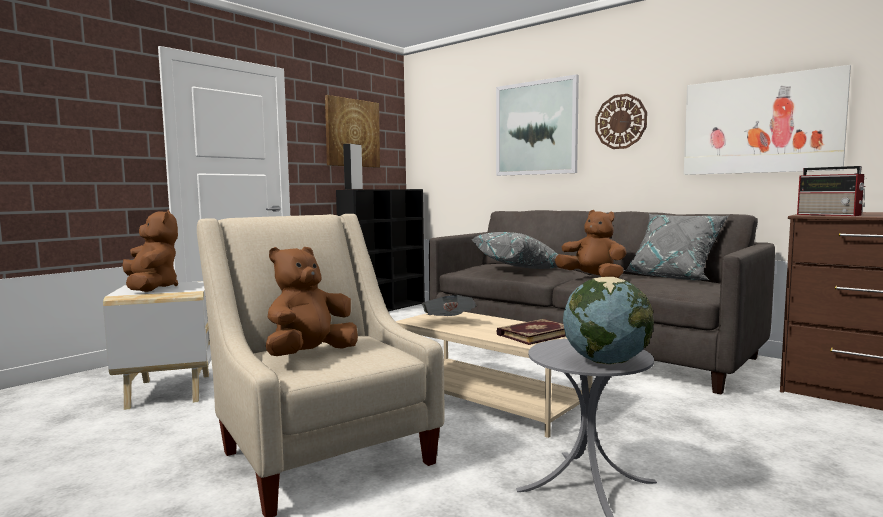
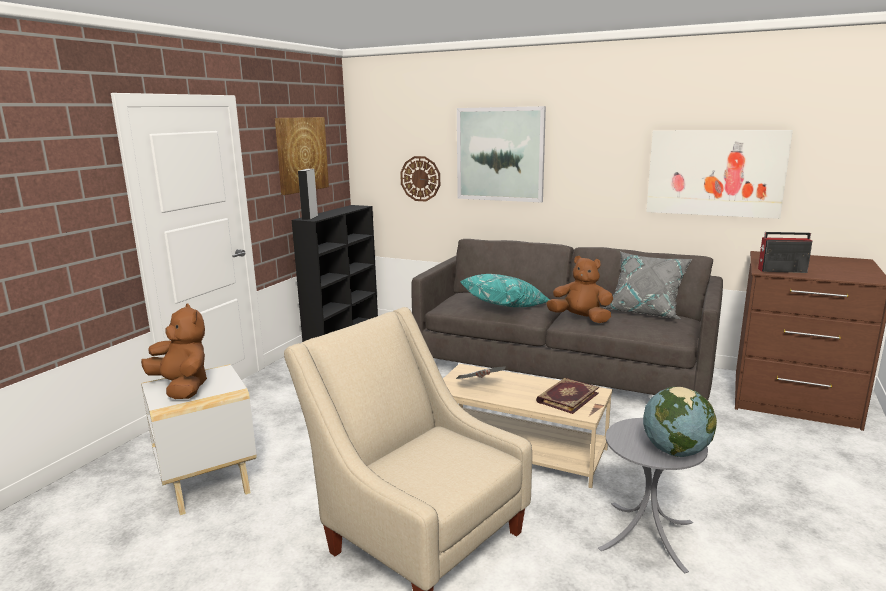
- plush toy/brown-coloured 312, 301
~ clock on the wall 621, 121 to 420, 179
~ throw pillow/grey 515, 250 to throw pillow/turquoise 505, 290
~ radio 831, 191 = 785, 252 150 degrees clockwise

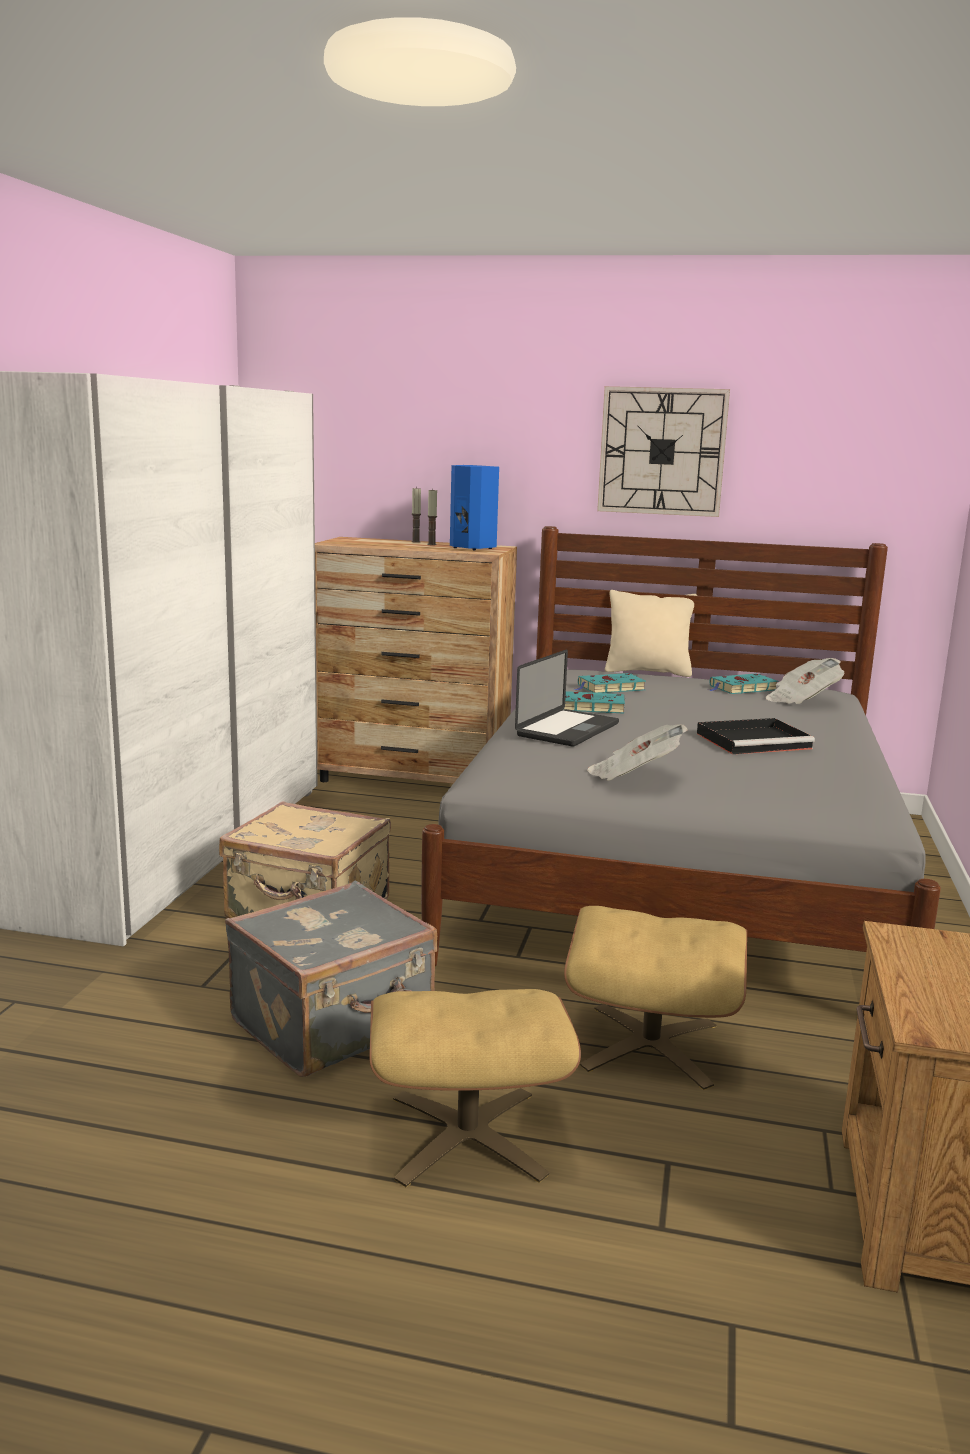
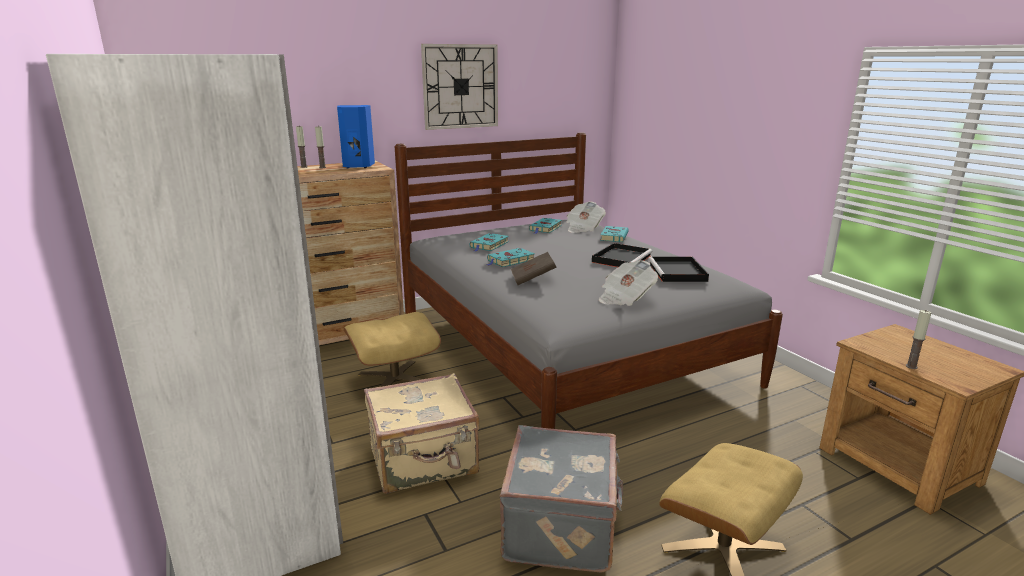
- throw pillow/sand-coloured 651, 633
+ volume/turquoise 614, 234
+ tray/black 679, 269
+ wax light 918, 339
~ pouffe/sand-coloured 655, 998 to 392, 349
~ laptop 567, 698 to volume/brown-coloured 534, 268

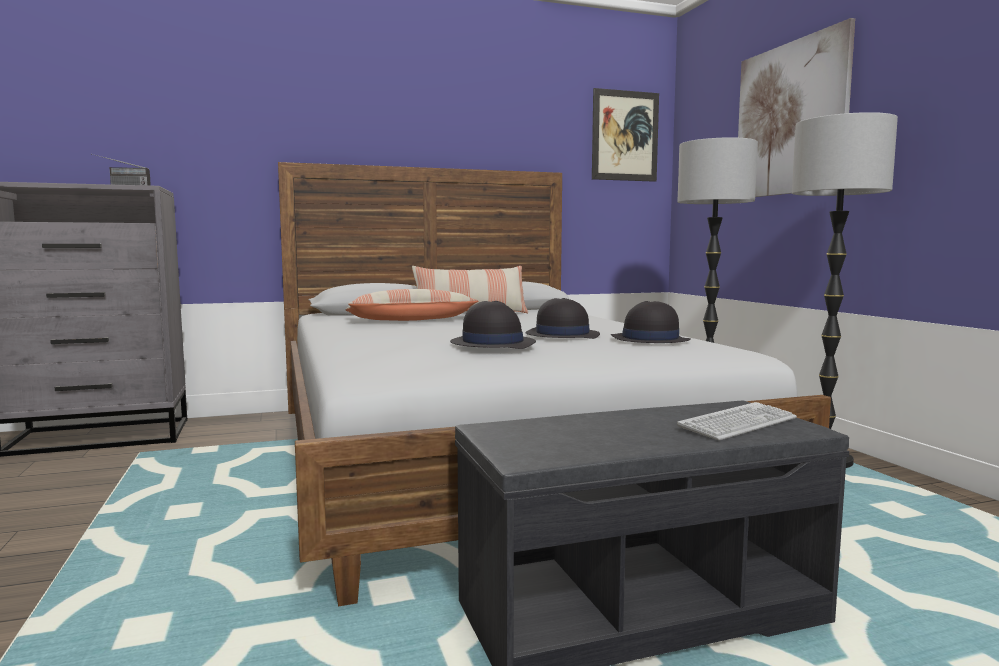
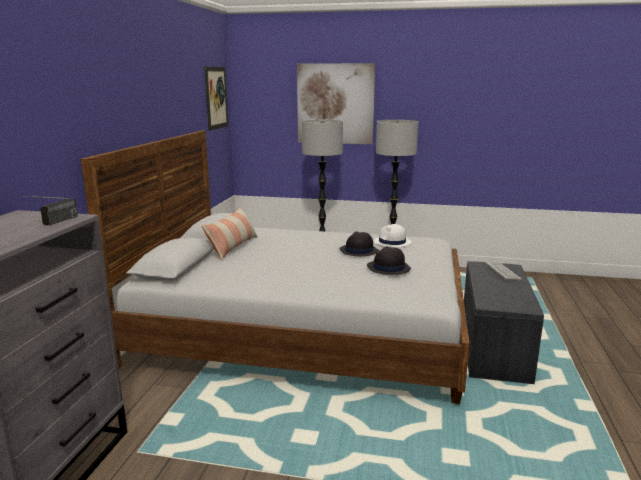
- throw pillow 411, 305
~ wearable hat/black 651, 322 to wearable hat/white-coloured 392, 235

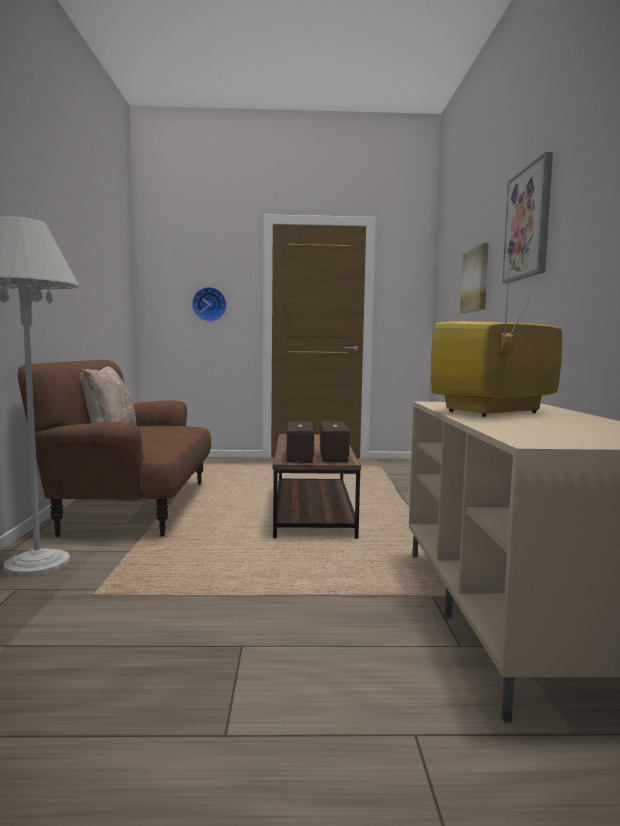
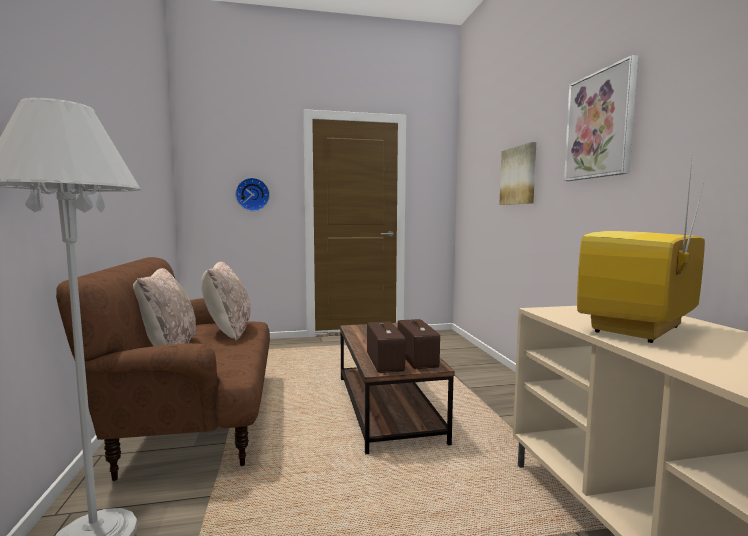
+ throw pillow/sand-coloured 226, 301

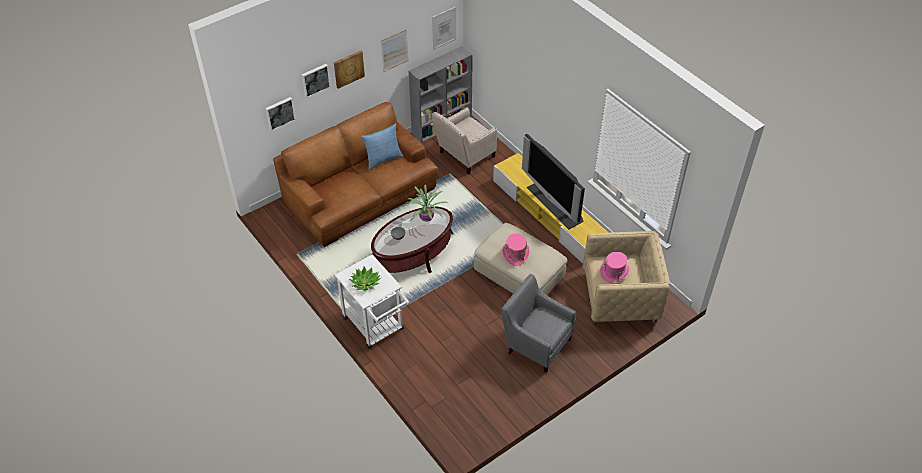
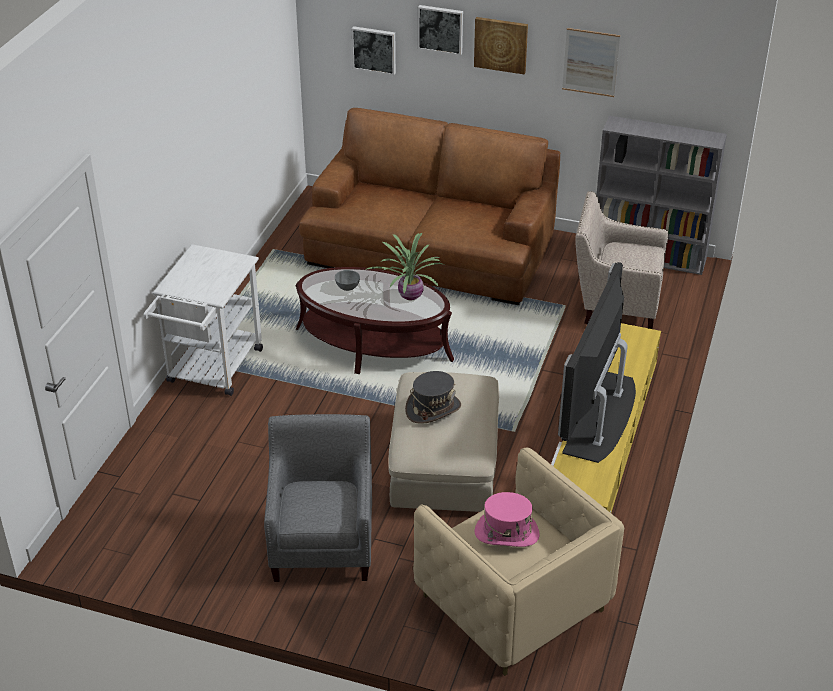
- potted plant 365, 278
- throw pillow 382, 146
- picture 444, 28
~ wearable hat/pink-coloured 516, 249 to wearable hat/grey 433, 397

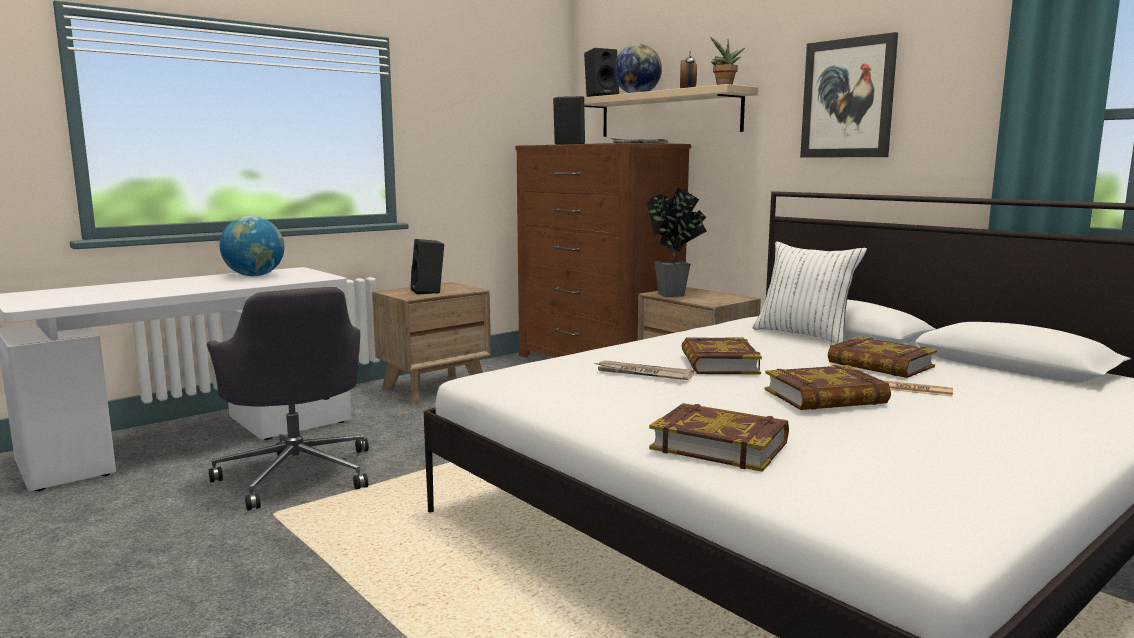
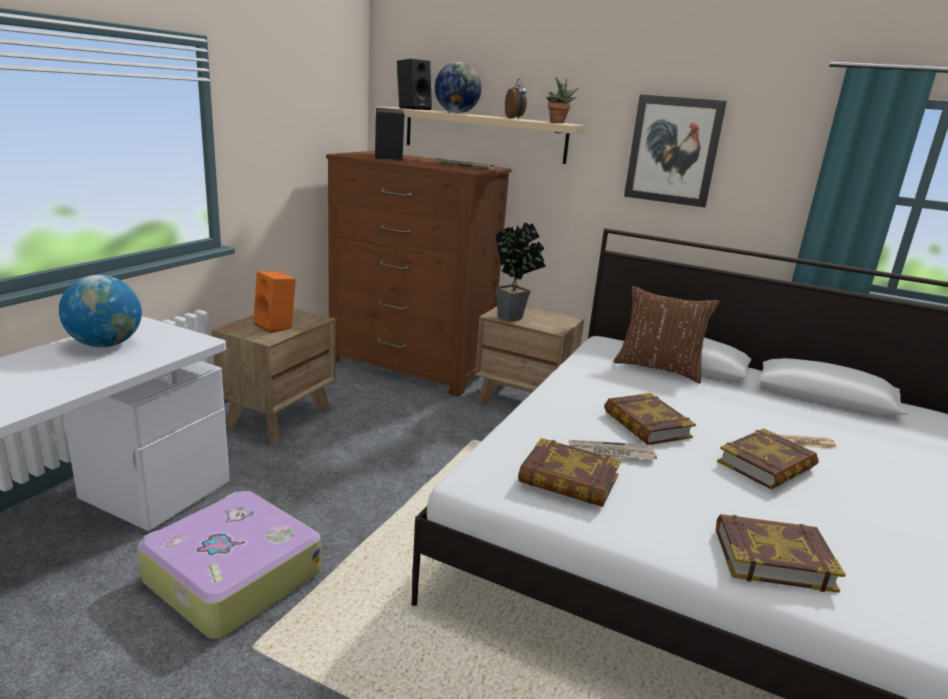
~ volume 882, 357 to 569, 472
~ office chair/grey 288, 399 to suitcase 229, 565
~ audio speaker/black 427, 267 to audio speaker/orangey 274, 302
~ throw pillow/white-coloured 809, 293 to throw pillow/brown-coloured 667, 335

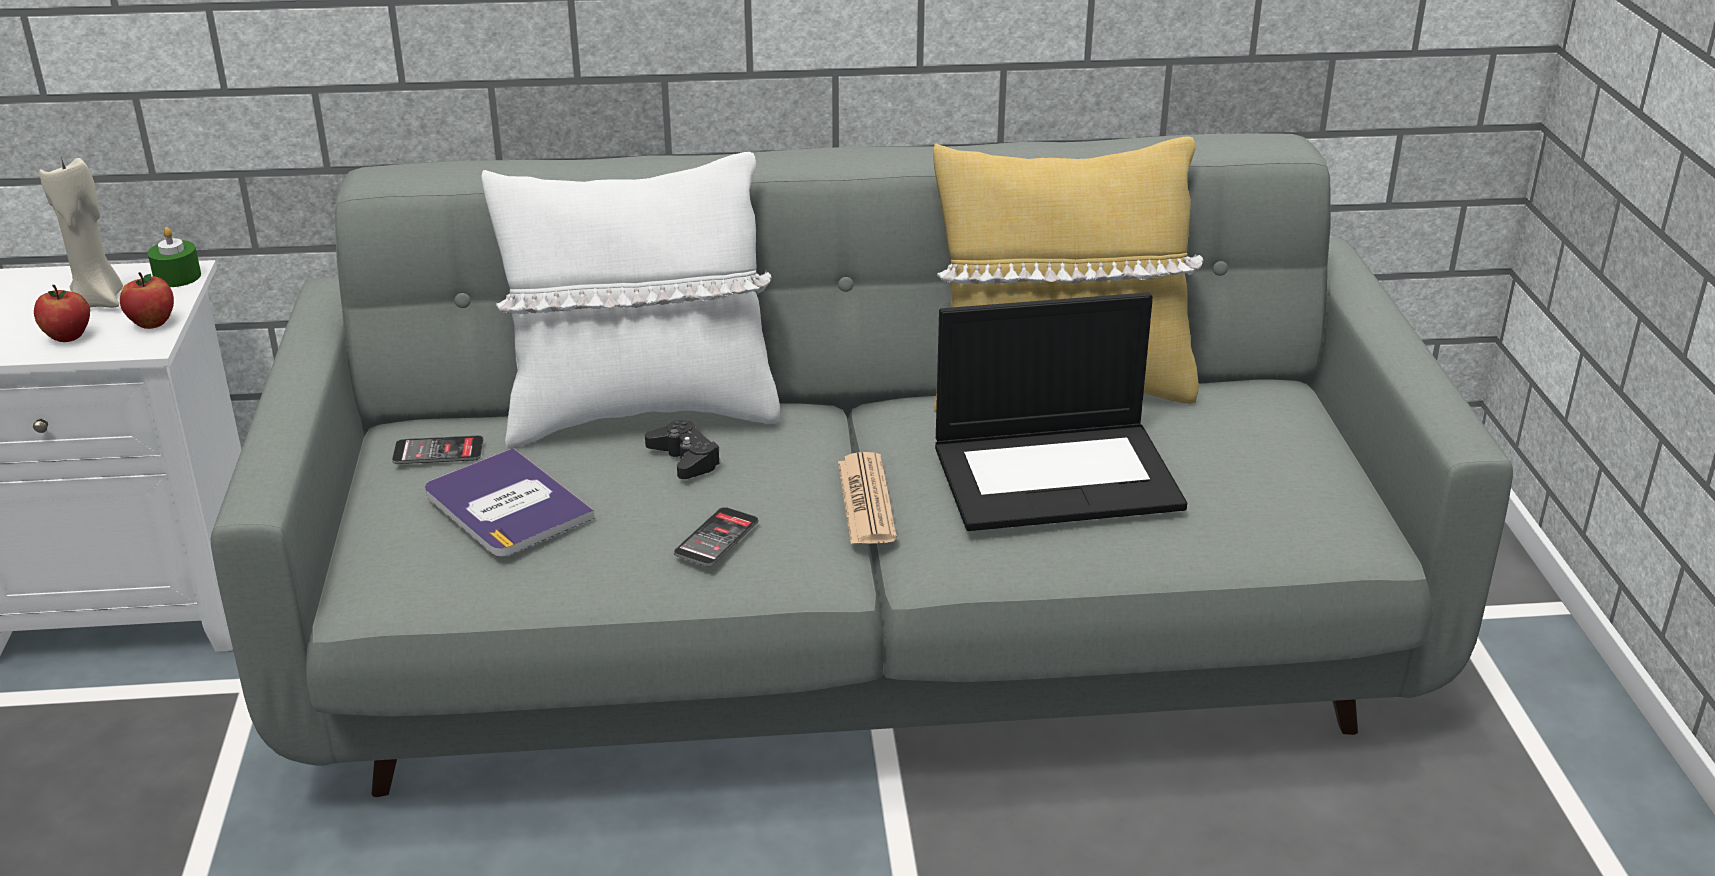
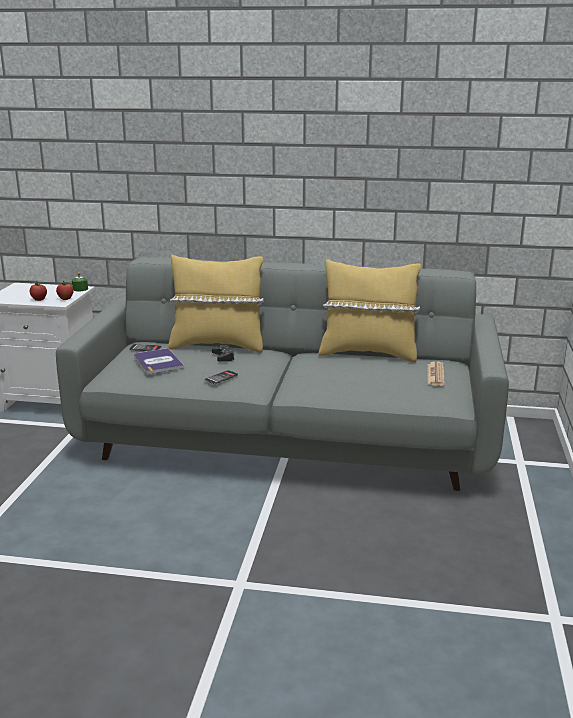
- wax light/sand-coloured 81, 232
- laptop 1061, 411
~ printed paper 867, 498 to 436, 373
~ throw pillow/white-coloured 630, 299 to throw pillow/yellow 216, 304

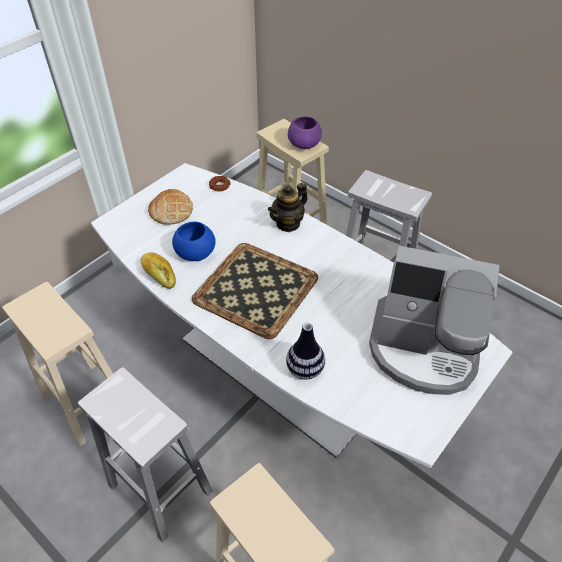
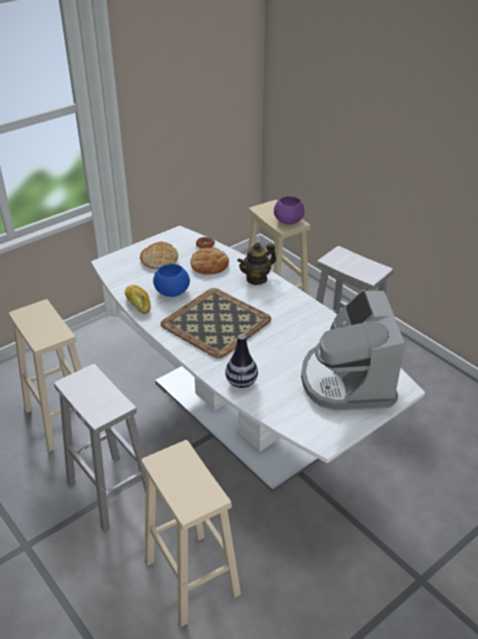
+ bread 209, 261
~ coffee machine 434, 320 = 353, 350 60 degrees clockwise

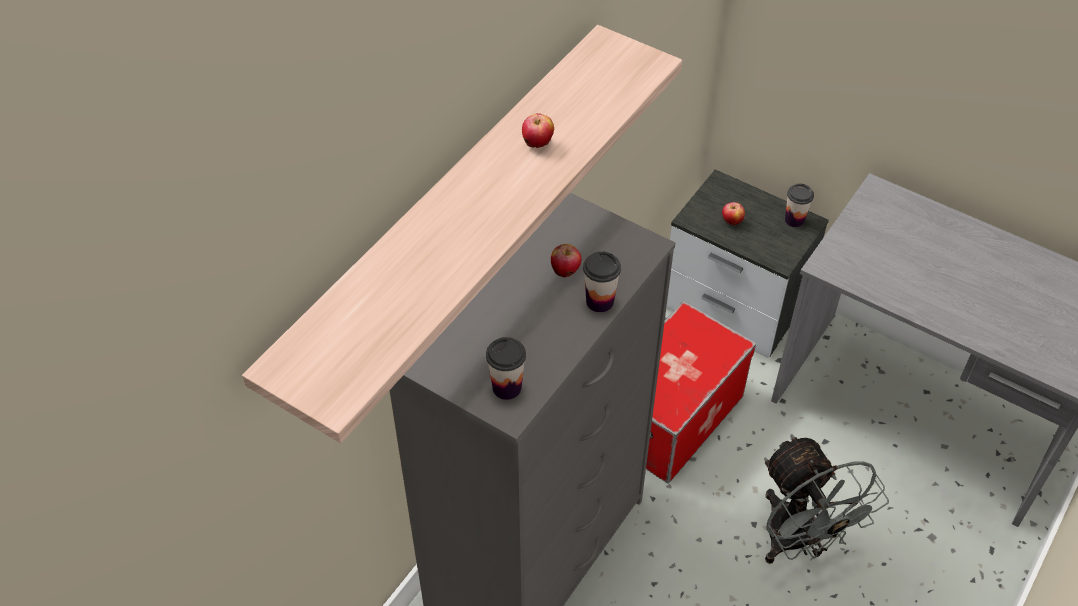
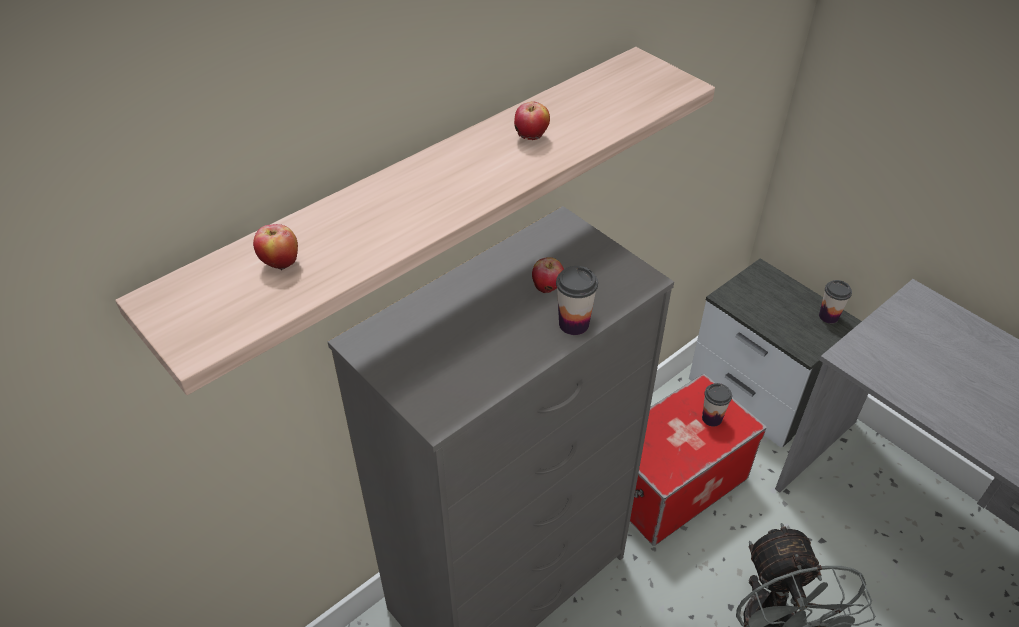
~ drinking cup 506, 368 to 717, 405
~ apple 733, 213 to 275, 247

